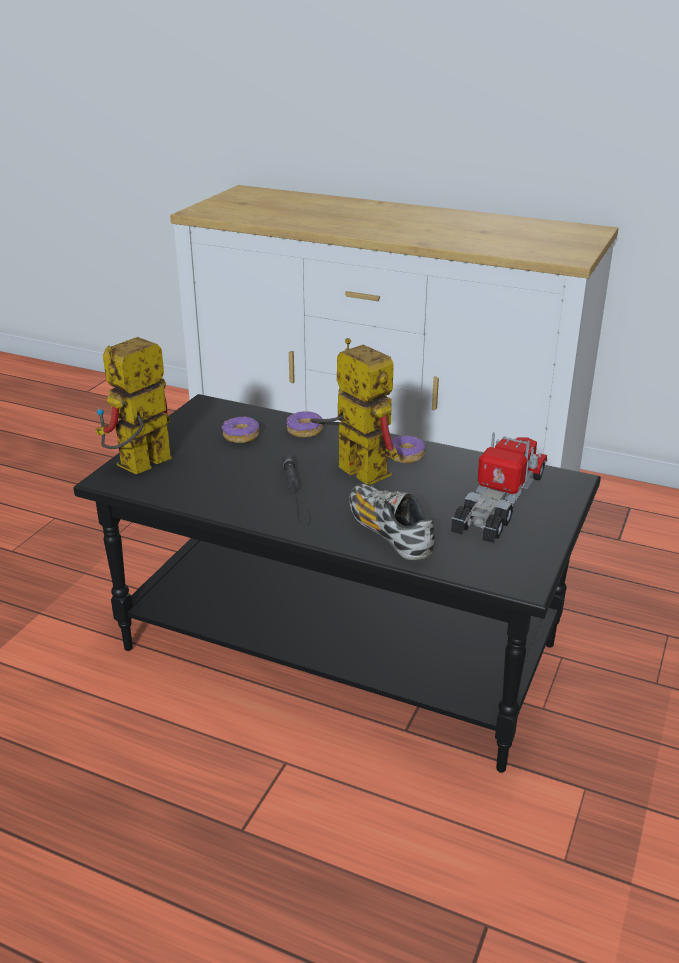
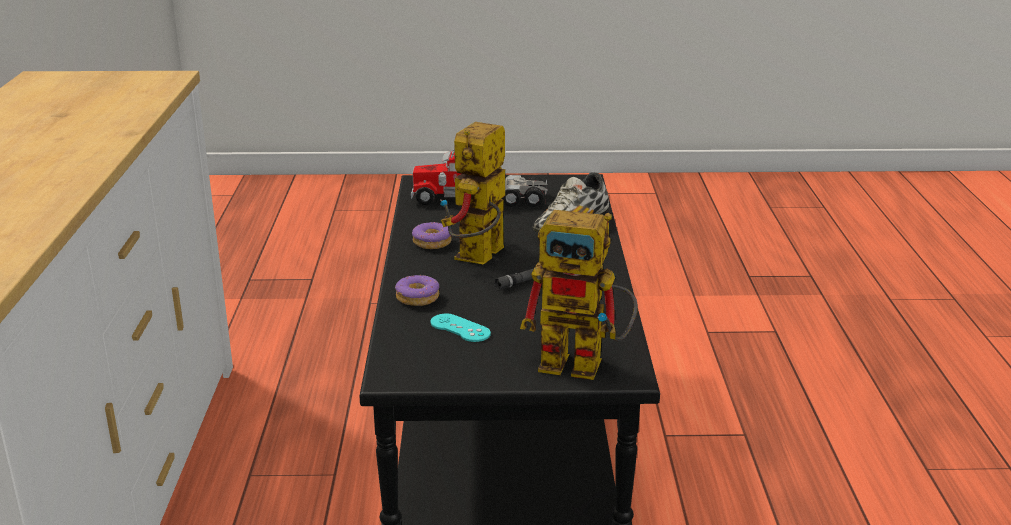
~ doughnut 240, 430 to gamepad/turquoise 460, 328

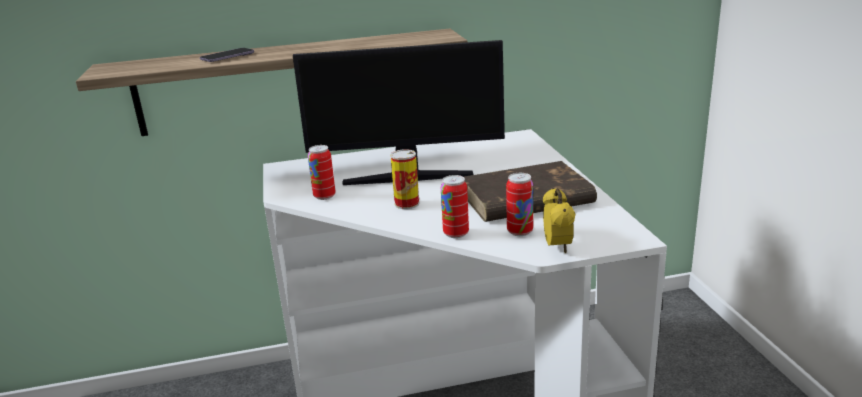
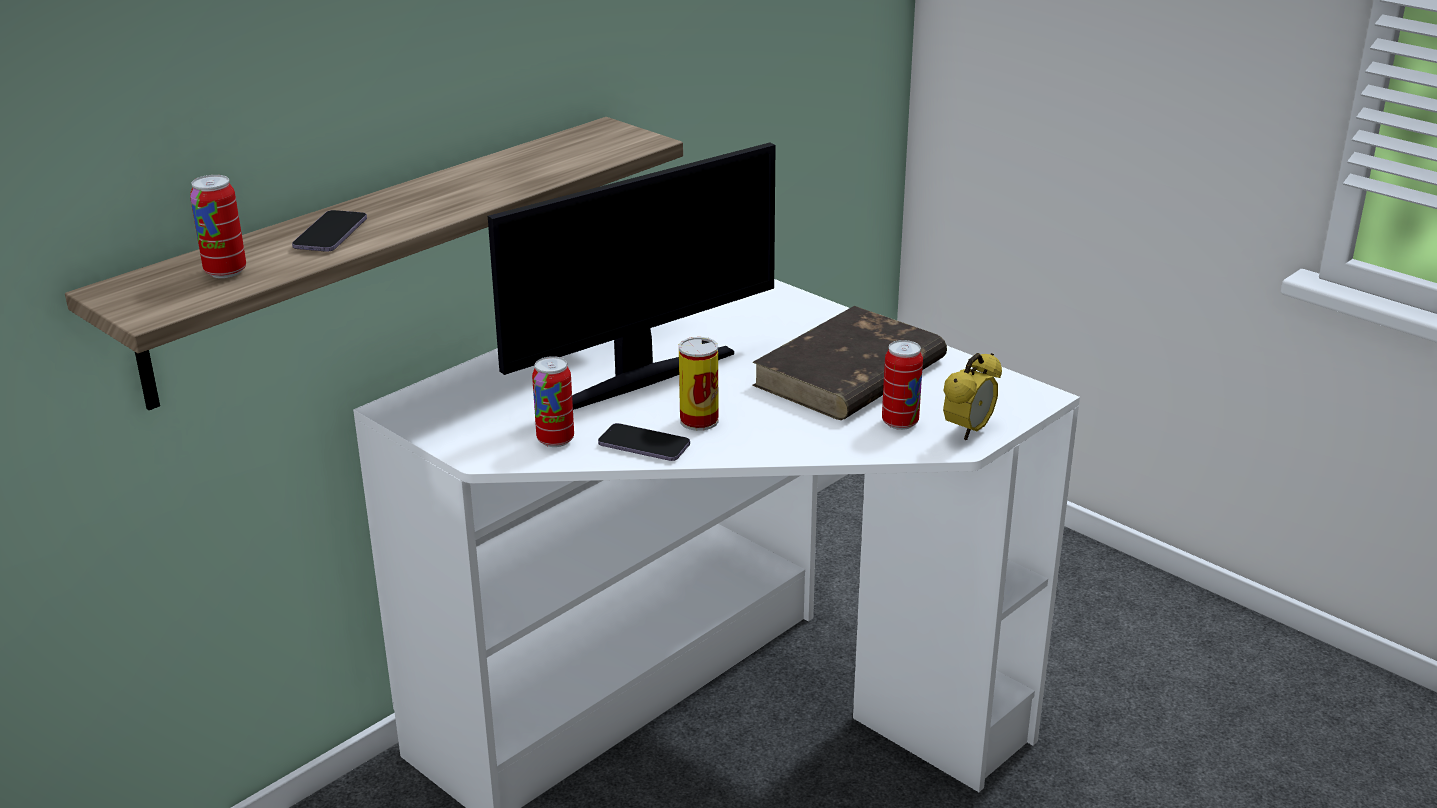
+ phone 644, 442
~ sealed can 455, 206 to 218, 226
~ bedside clock 559, 220 = 972, 396 75 degrees clockwise

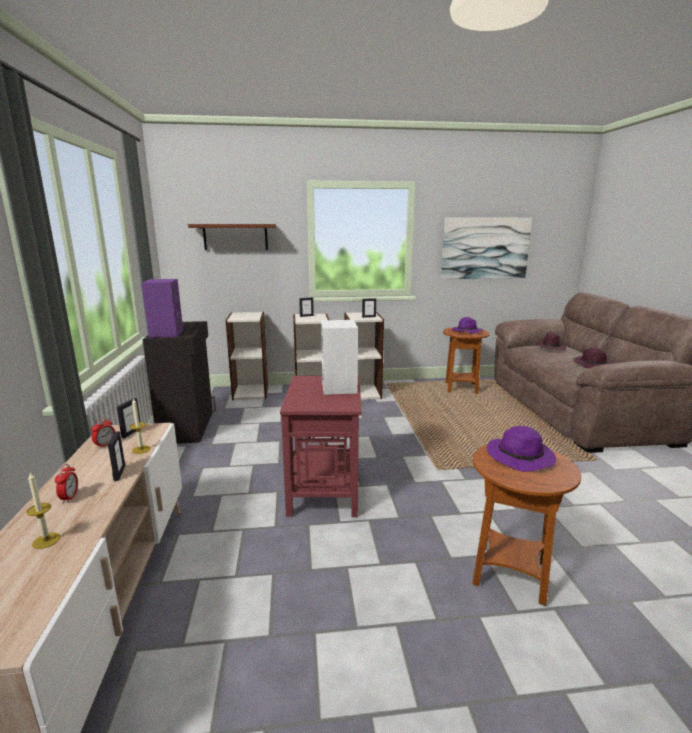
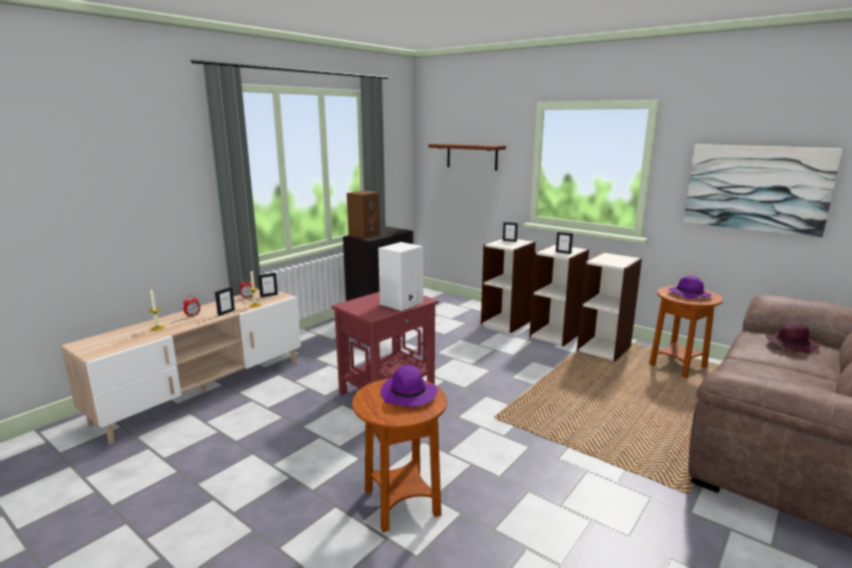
- wearable hat/purple-coloured 593, 357
~ bookshelf 247, 356 to 609, 306
~ audio speaker/purple-coloured 162, 308 to audio speaker/brown-coloured 363, 214

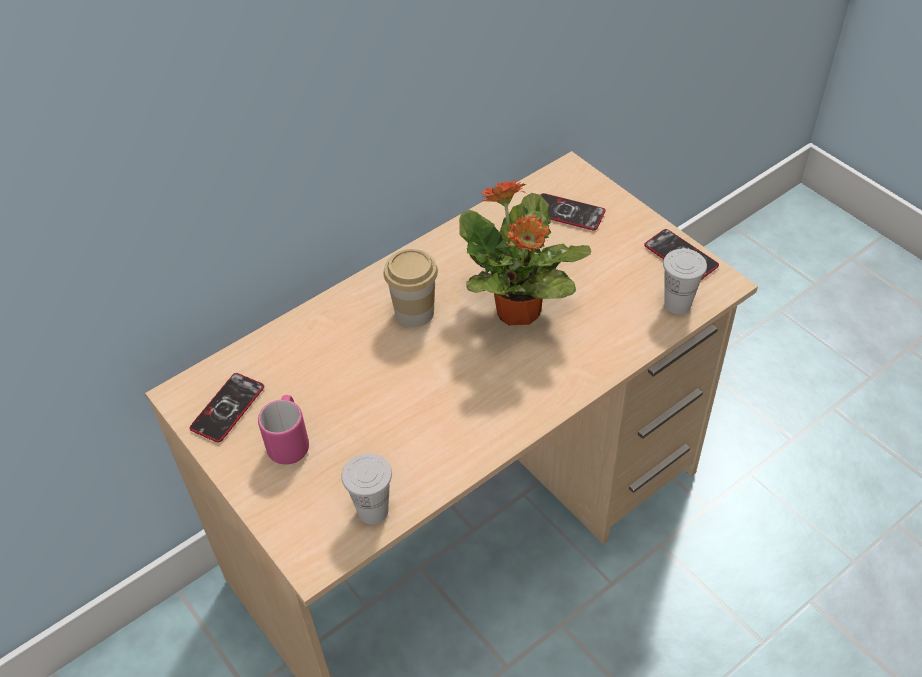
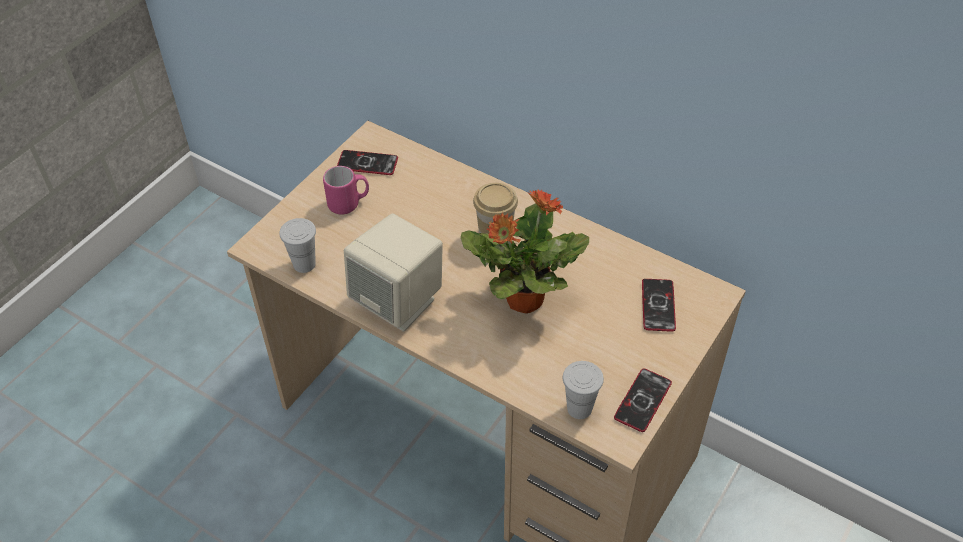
+ audio speaker/sand-coloured 393, 272

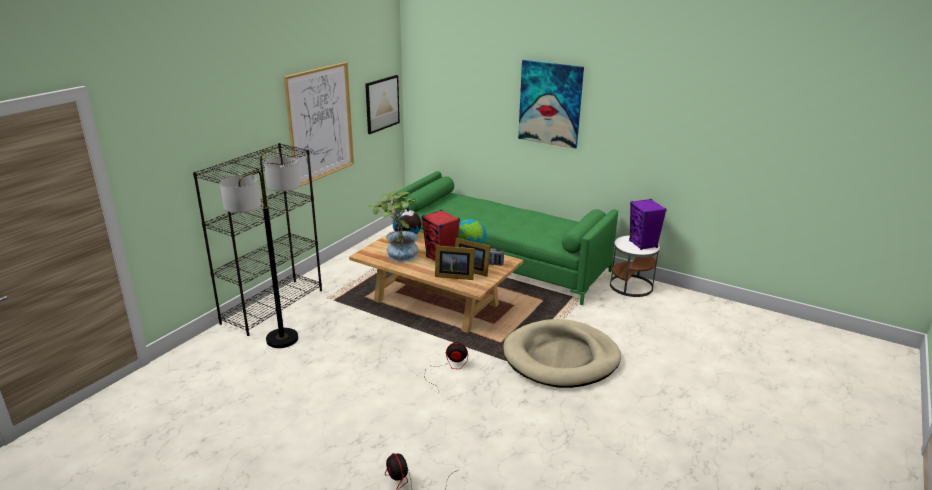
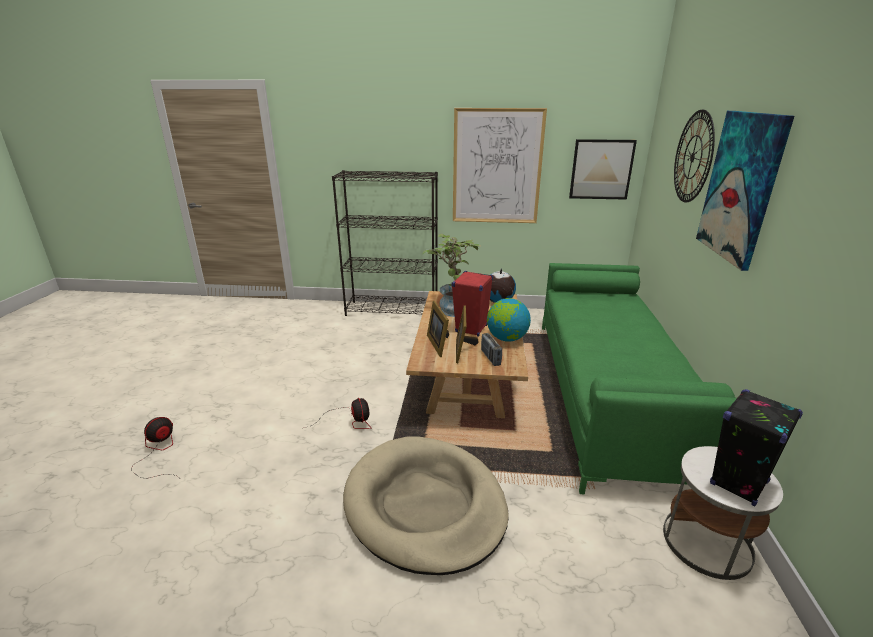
- standard lamp 260, 247
+ clock on the wall 694, 156
~ audio speaker/purple-coloured 648, 224 to audio speaker/black 756, 447

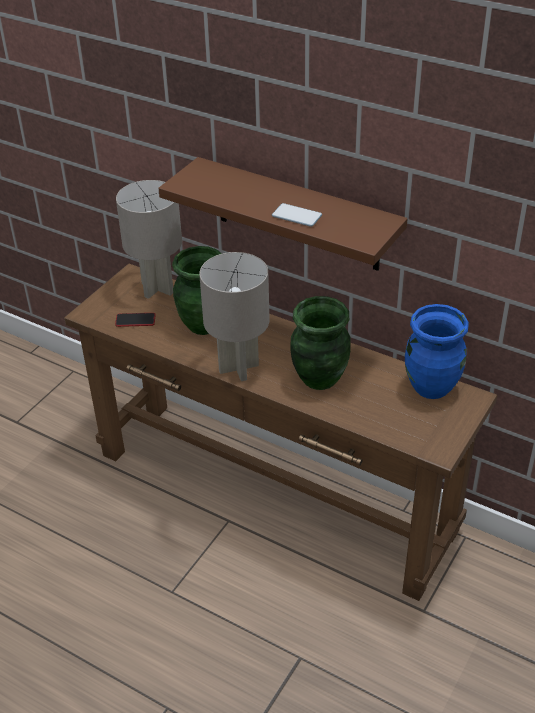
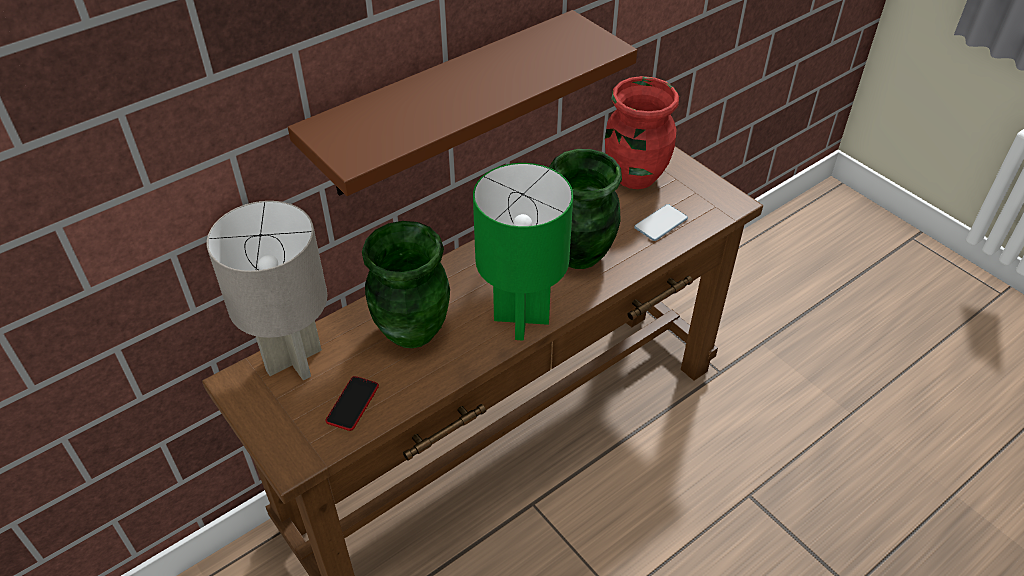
~ phone 297, 215 to 661, 222
~ lamp for a table/grey 234, 316 to lamp for a table/green-coloured 523, 252
~ decorative vase/blue 437, 351 to decorative vase/reddish 642, 132

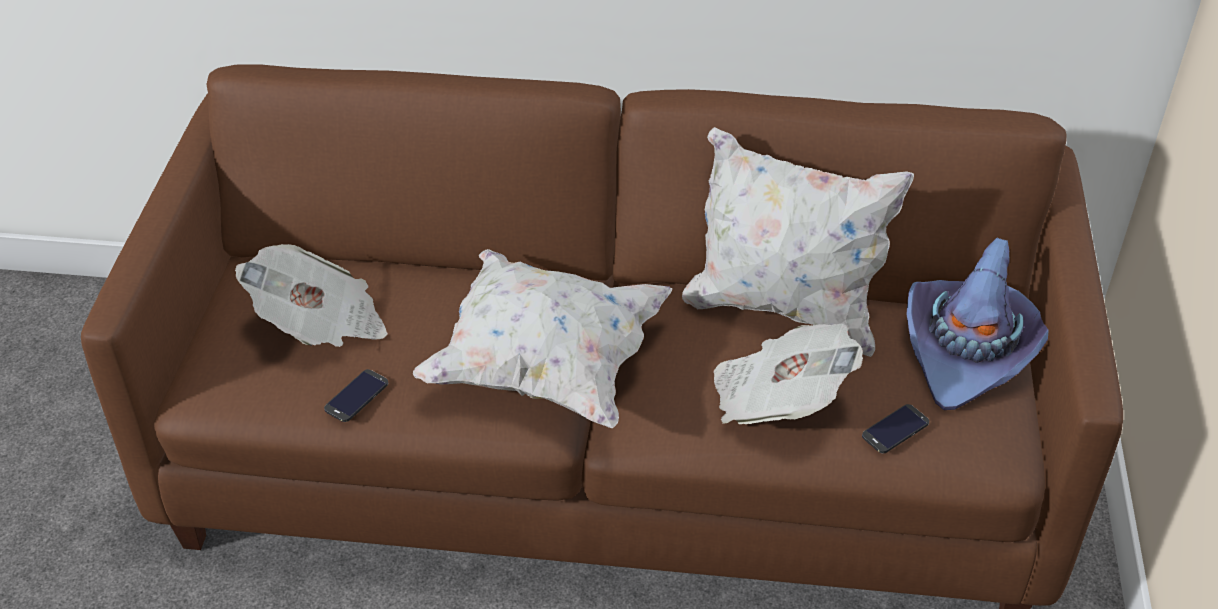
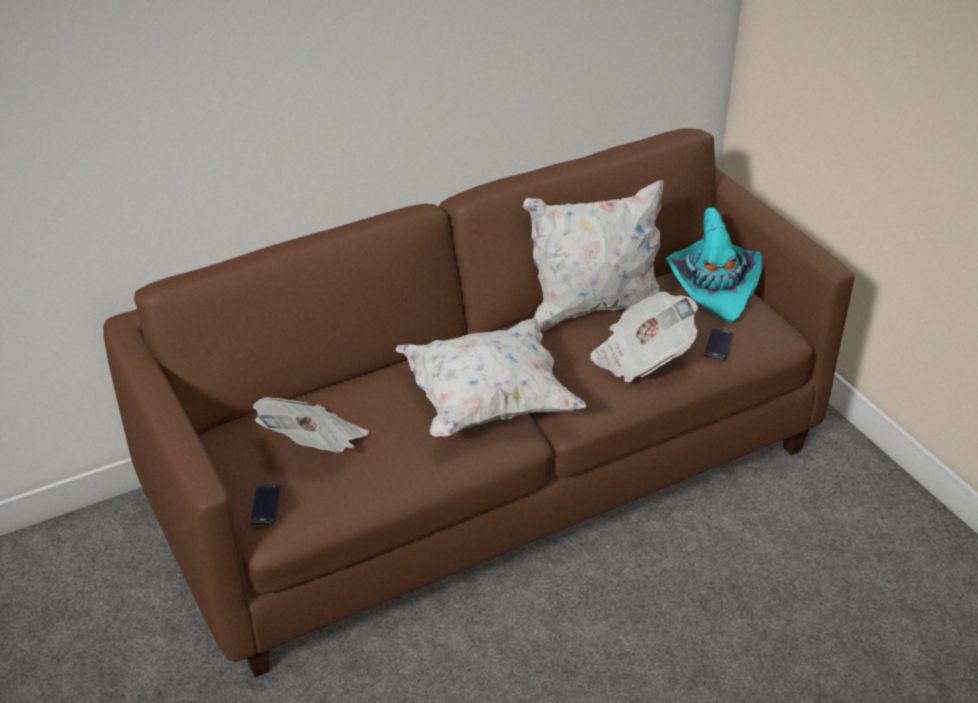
~ phone 356, 395 to 265, 504
~ wearable hat/purple-coloured 978, 324 to wearable hat/turquoise 714, 265

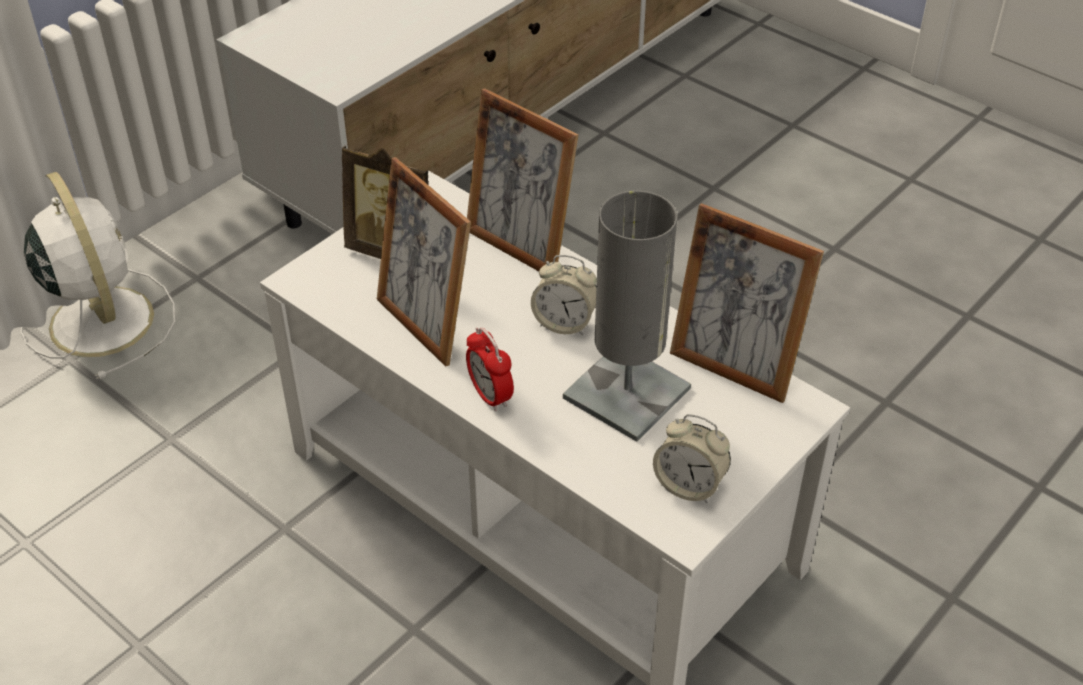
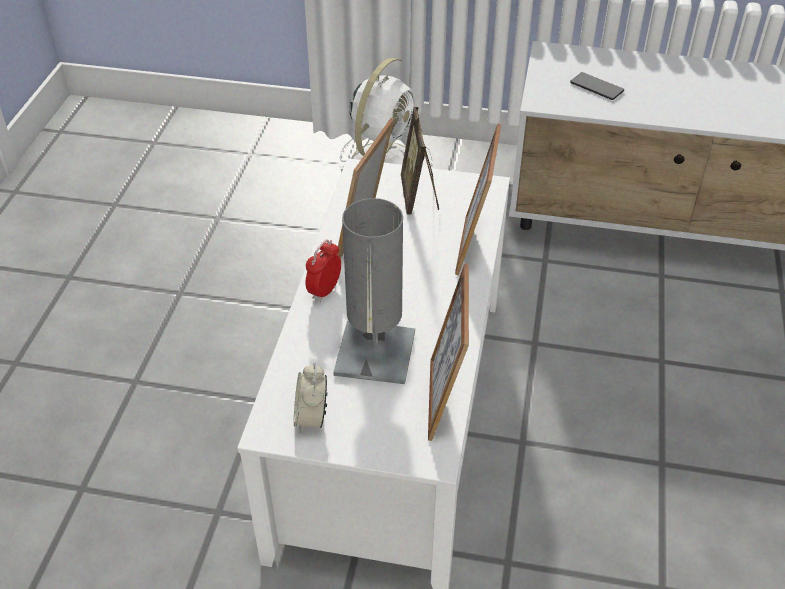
- bedside clock 564, 295
+ phone 597, 86

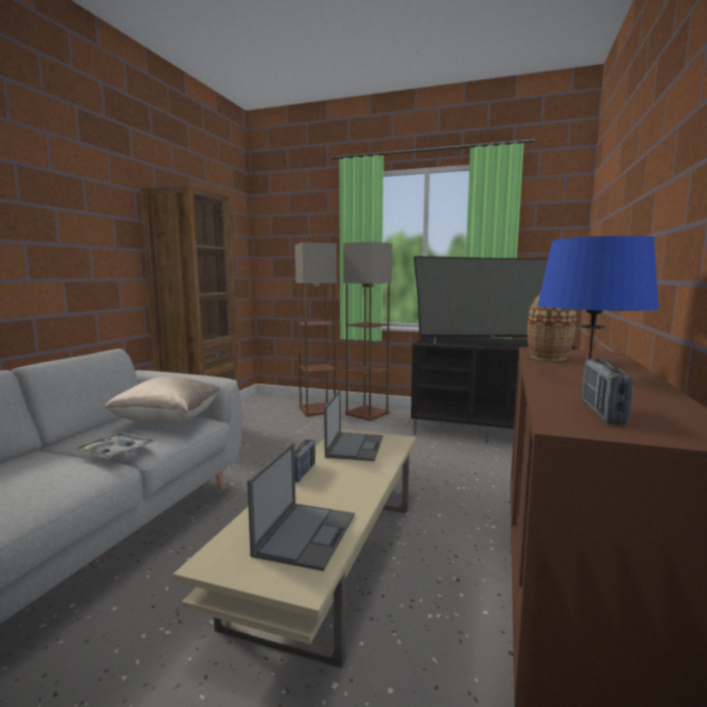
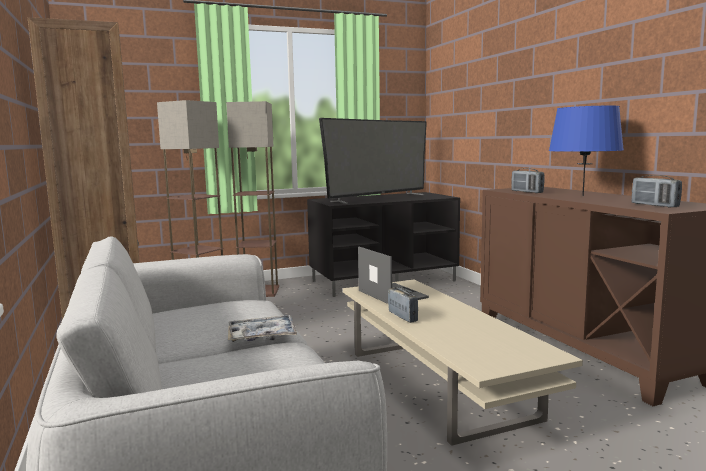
- throw pillow/sand-coloured 161, 400
- laptop 301, 507
~ decorative vase 552, 327 to radio 528, 180

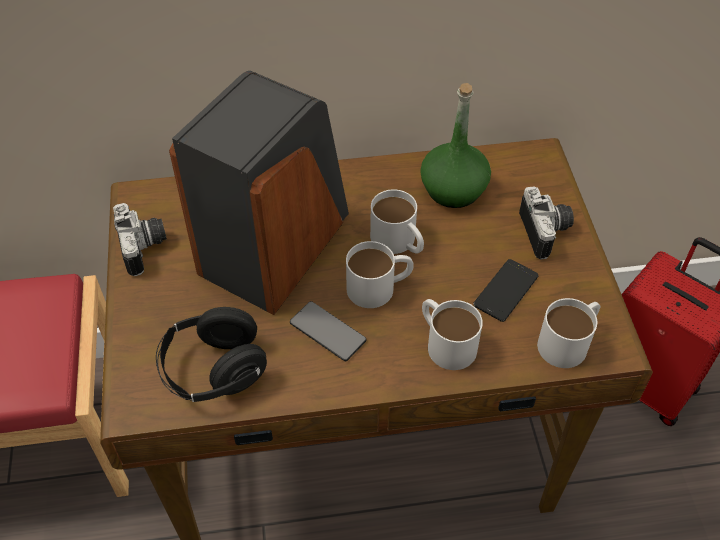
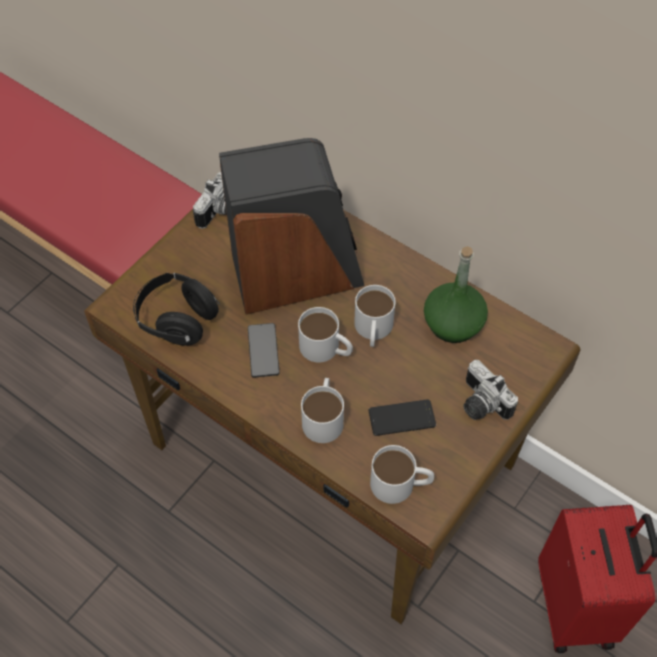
~ photo camera 546, 222 = 490, 390 105 degrees clockwise

